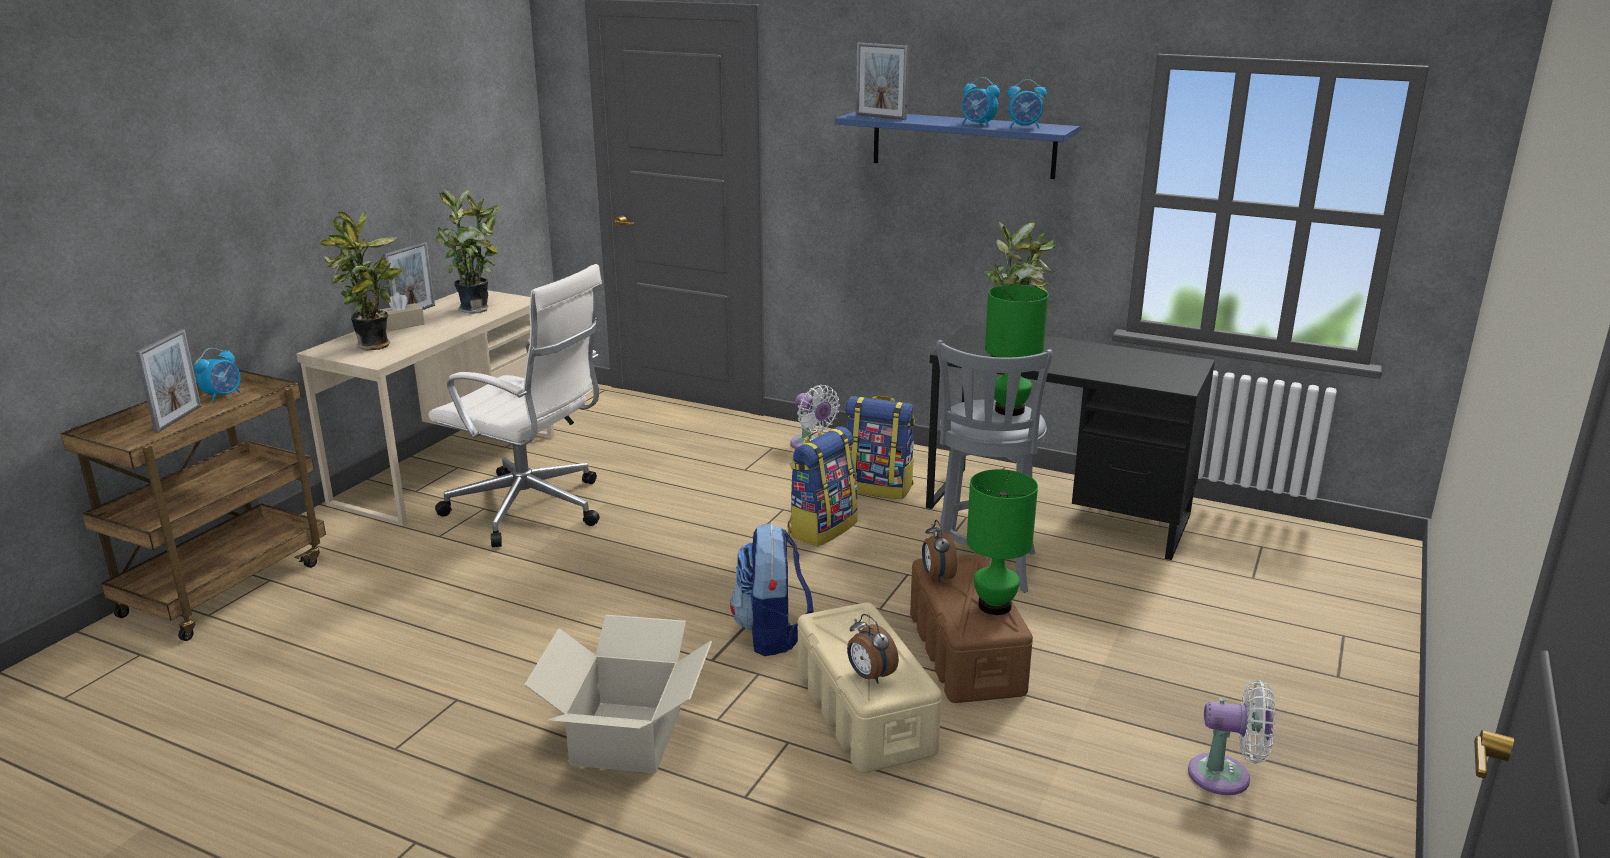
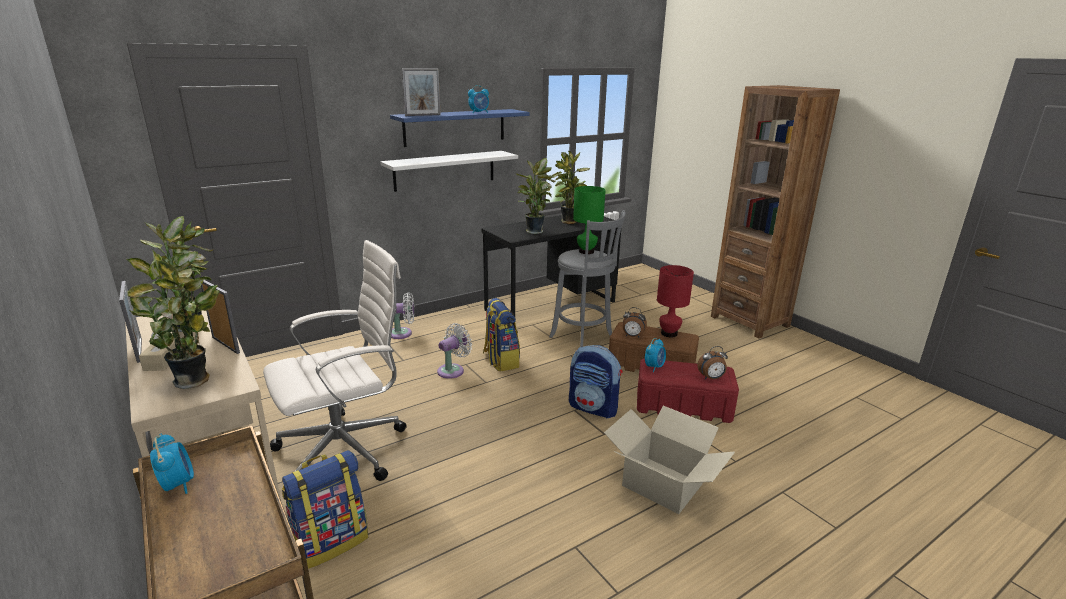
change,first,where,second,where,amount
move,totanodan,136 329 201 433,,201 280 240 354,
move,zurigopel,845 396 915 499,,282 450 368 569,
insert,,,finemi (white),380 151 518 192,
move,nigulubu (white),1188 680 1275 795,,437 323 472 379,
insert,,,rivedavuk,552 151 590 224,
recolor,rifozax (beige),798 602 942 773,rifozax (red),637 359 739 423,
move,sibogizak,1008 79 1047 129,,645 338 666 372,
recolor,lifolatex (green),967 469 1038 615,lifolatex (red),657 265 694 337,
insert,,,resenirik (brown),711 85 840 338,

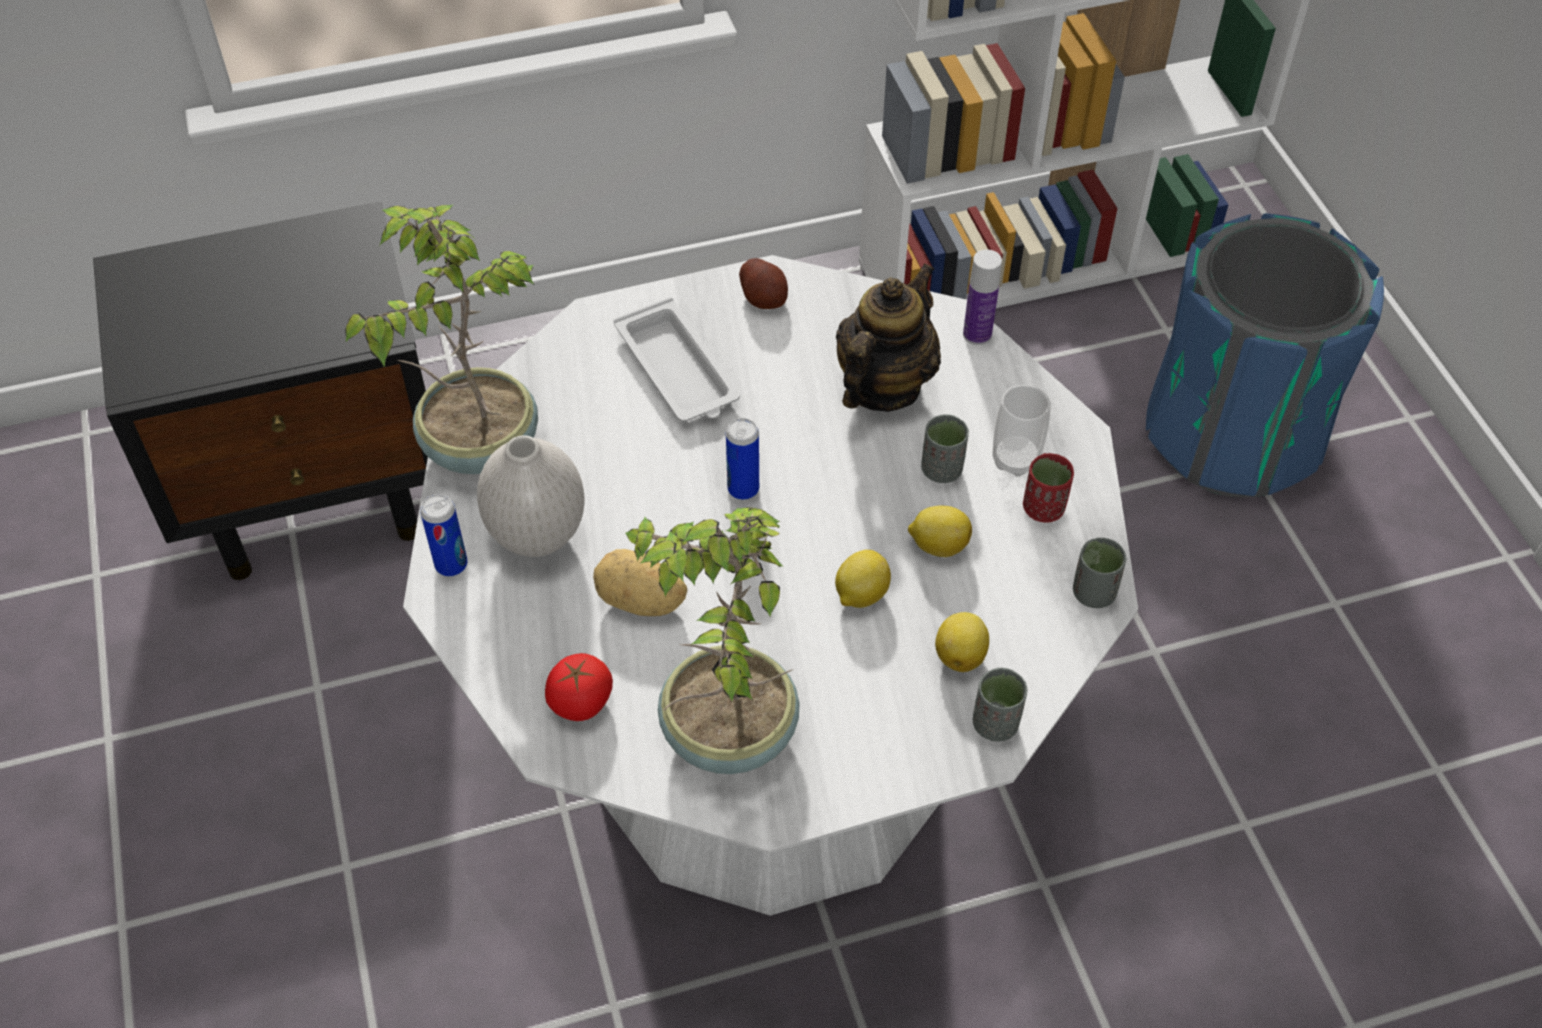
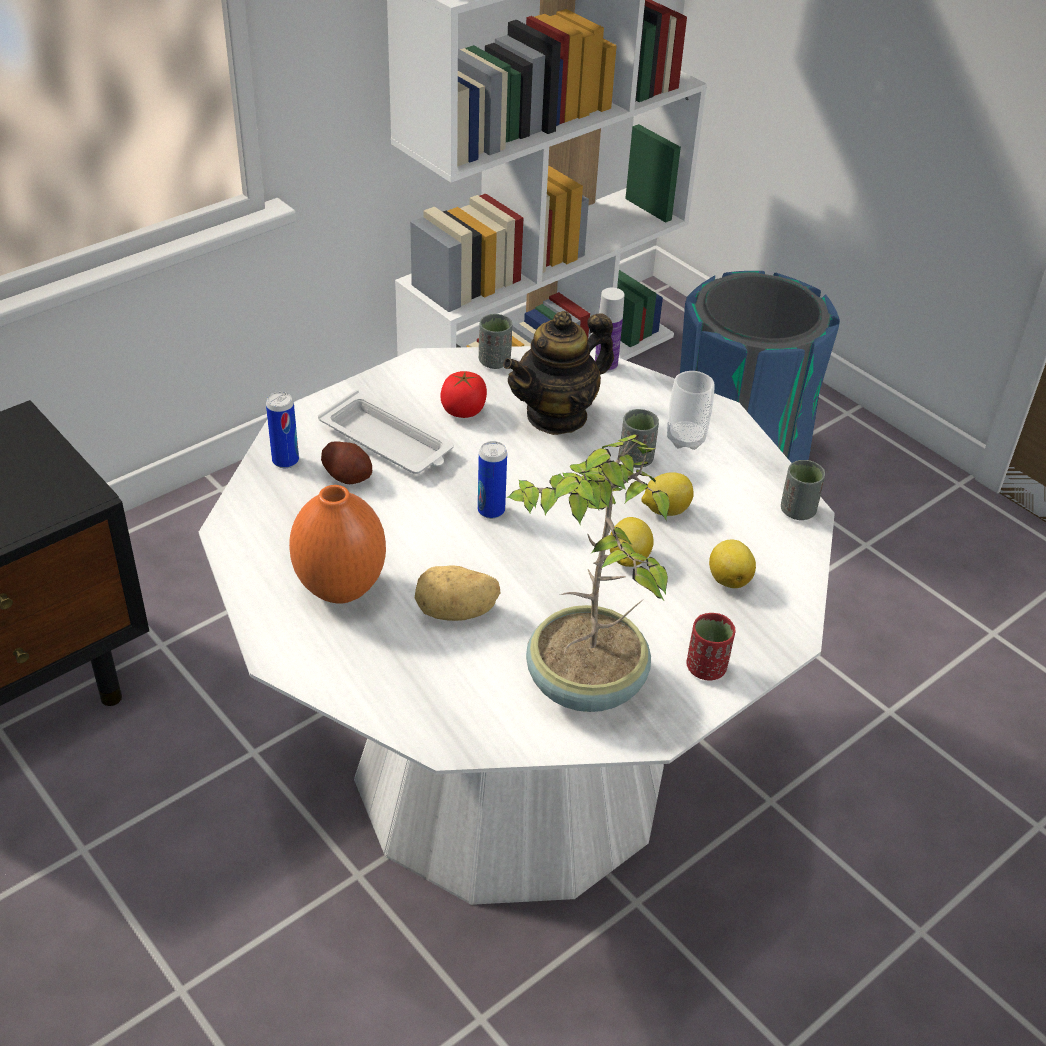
change,first,where,second,where,amount
move,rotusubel,420 494 468 576,,266 392 299 468,
recolor,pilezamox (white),477 435 585 557,pilezamox (orange),289 485 386 604,
move,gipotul,739 258 788 309,,321 442 372 484,
move,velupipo,545 653 613 721,,440 371 487 418,
move,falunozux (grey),973 668 1027 742,,479 314 512 369,
rotate,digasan,836 263 941 412,,503 311 614 435,135 degrees counterclockwise
move,falunozux (red),1023 453 1074 523,,687 613 735 680,
delete,rivedavuk,345 205 538 474,,,

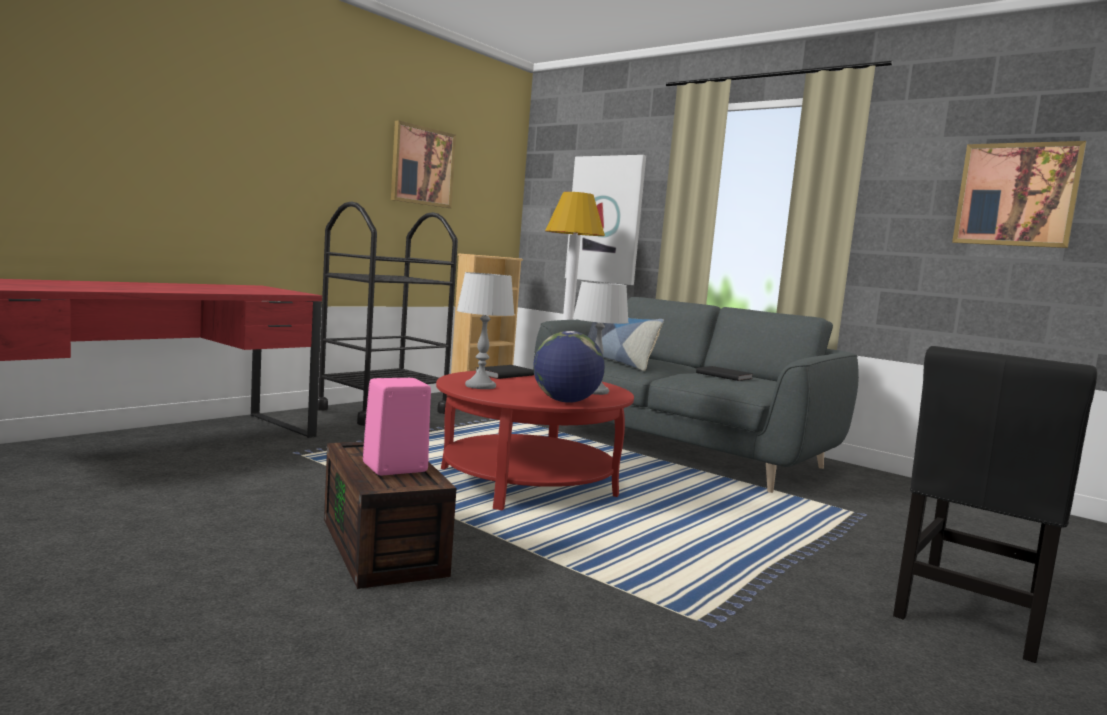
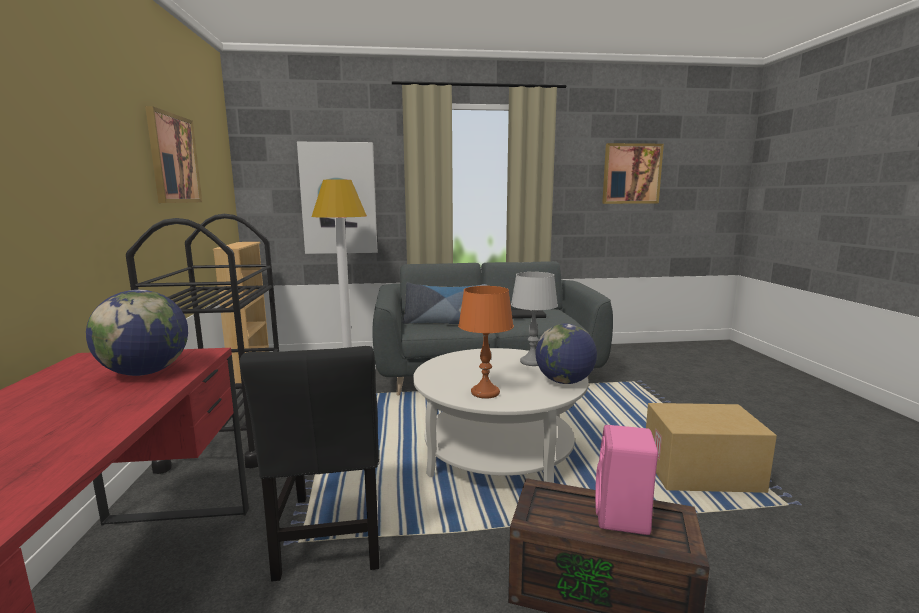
change,first,where,second,where,amount
insert,,,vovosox,86 290 188 376,
move,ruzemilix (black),893 346 1097 663,,240 346 379 582,
recolor,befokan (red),436 371 634 510,befokan (white),413 348 589 483,
recolor,lifolatex (grey),457 272 515 389,lifolatex (orange),458 286 514 399,
insert,,,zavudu,646 403 777 493,
delete,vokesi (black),475 365 534 379,,,

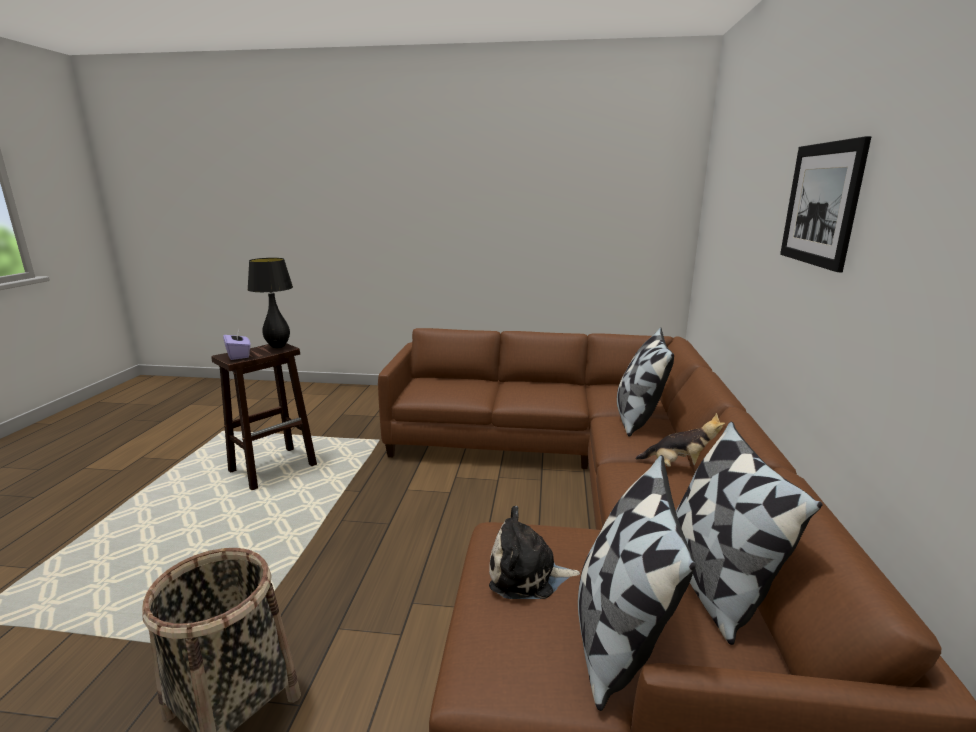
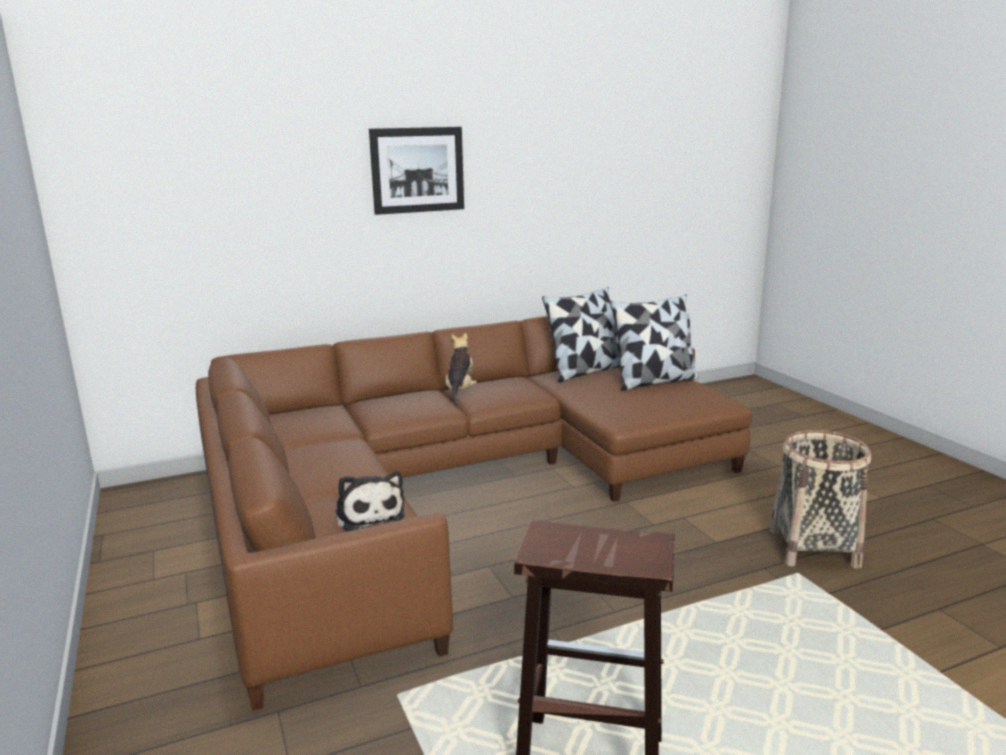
change,first,where,second,where,amount
move,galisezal,489 506 581 599,,335 471 405 532,
delete,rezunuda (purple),223 329 251 360,,,
delete,lifolatex (black),247 258 293 348,,,
delete,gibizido,617 327 674 437,,,

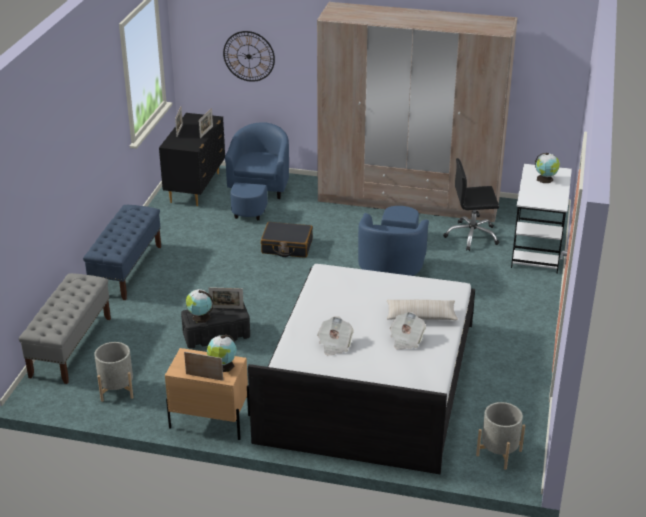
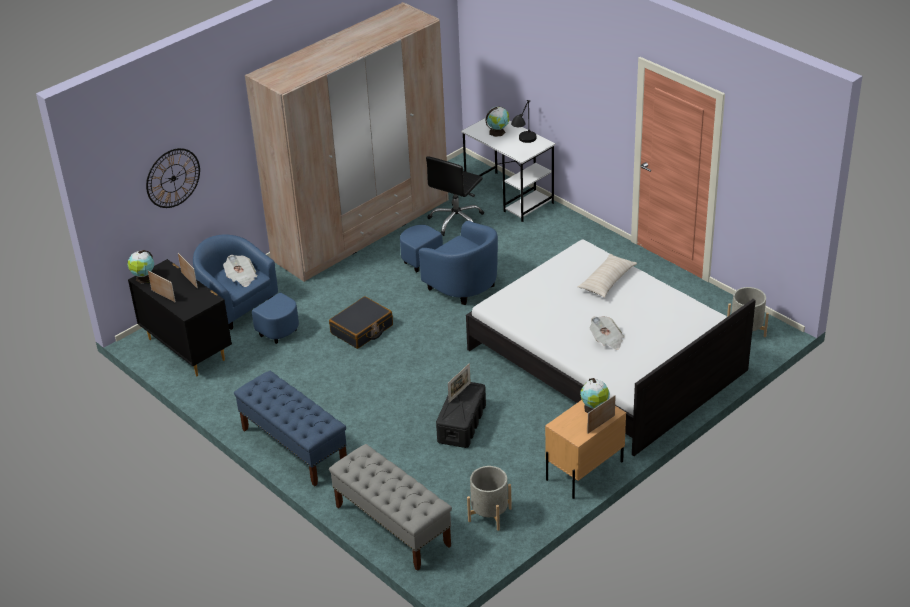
change,first,where,second,where,amount
move,vovosox,186 289 214 323,,127 250 154 284,
move,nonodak,390 312 426 350,,223 255 258 287,
insert,,,lifolatex (black),511 100 536 143,

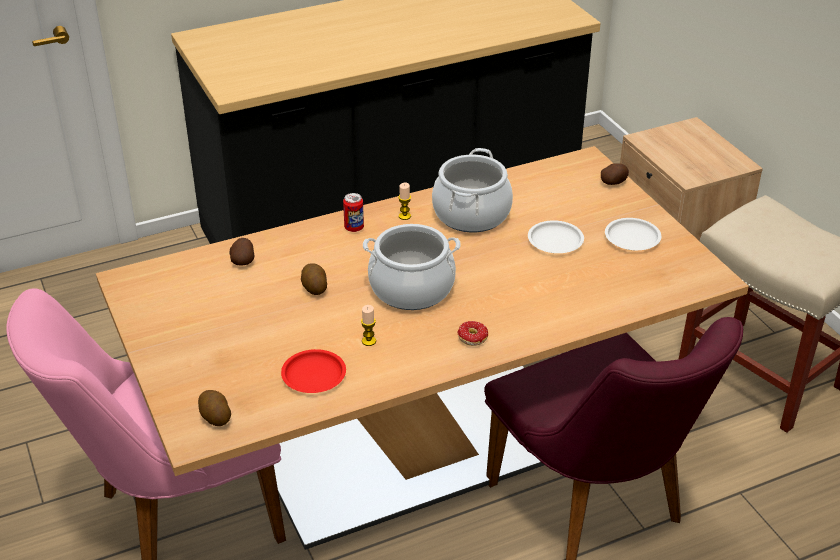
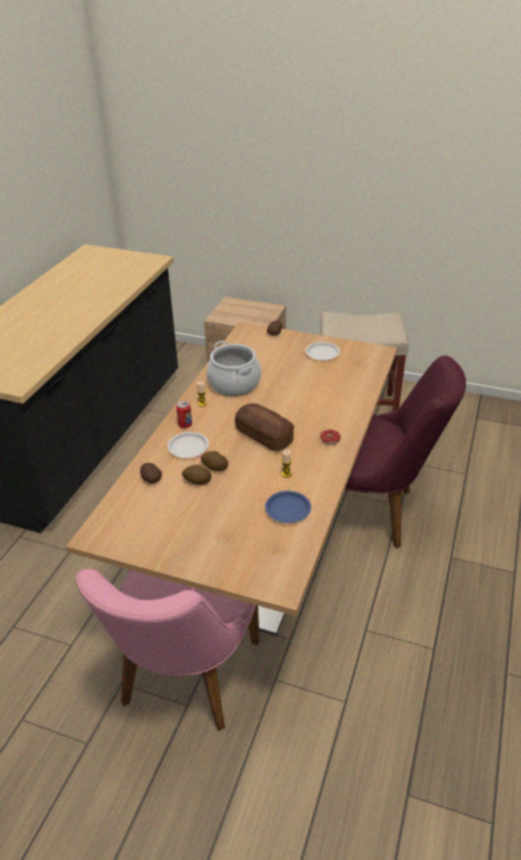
change,first,where,second,where,amount
move,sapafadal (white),528 220 584 253,,167 432 209 458,
move,gipotul,198 390 231 426,,182 465 212 485,
replace,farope,363 224 461 310,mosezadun,235 403 294 452,
recolor,sapafadal (red),281 349 346 393,sapafadal (blue),265 491 311 523,

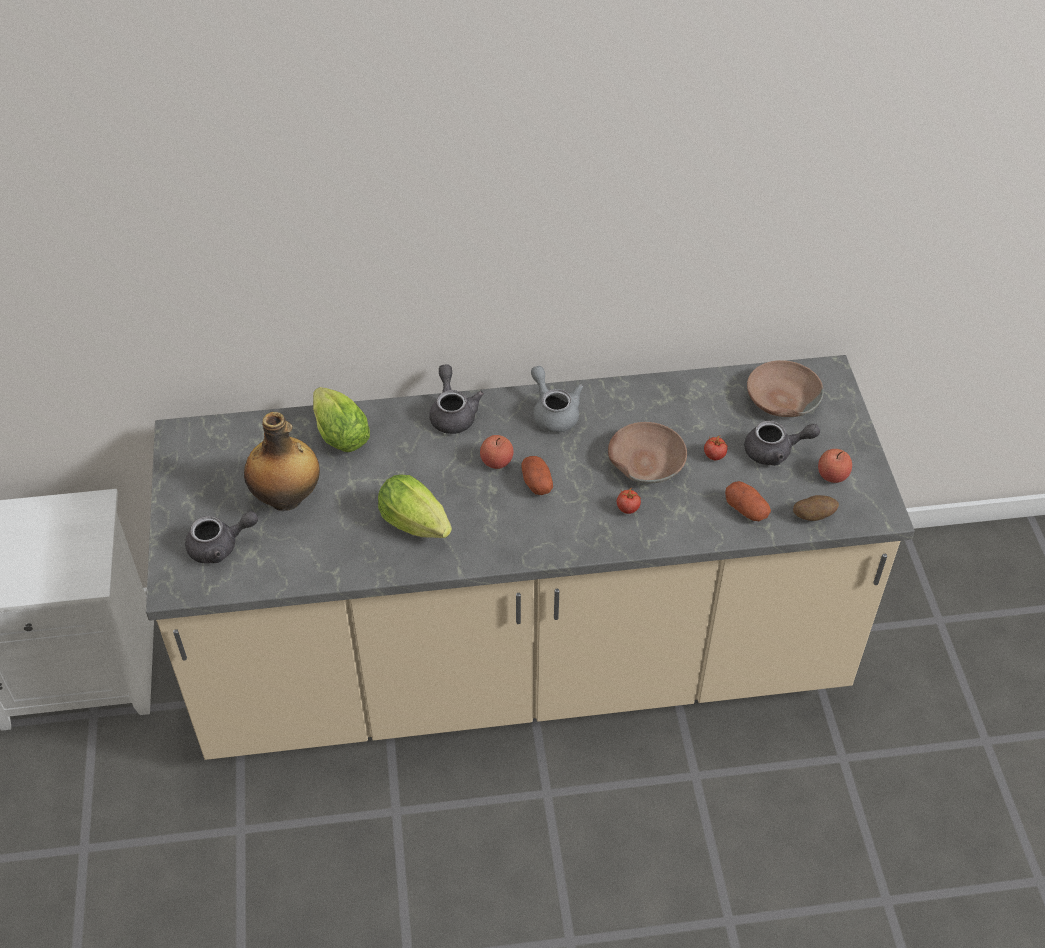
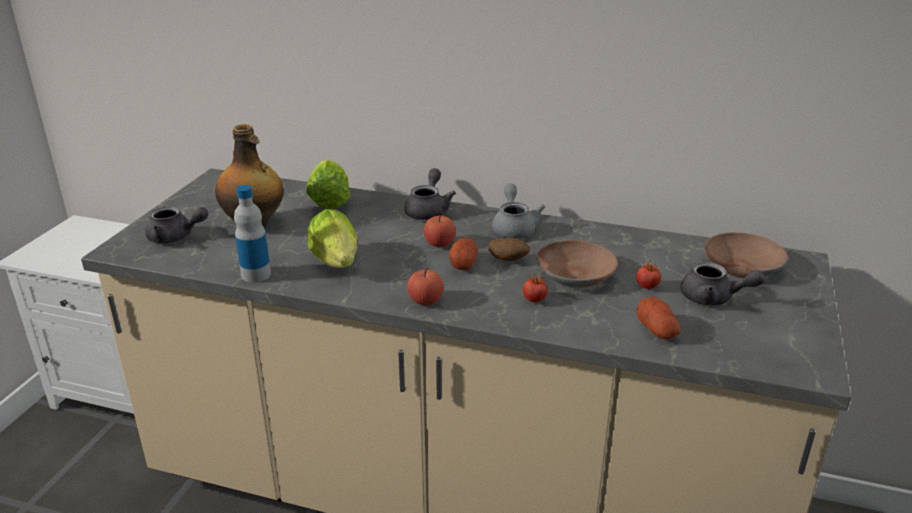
change,first,where,second,where,amount
insert,,,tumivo,234 185 271 283,
move,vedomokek,818 449 852 483,,407 268 444 305,
move,gipotul,793 495 839 521,,488 238 530 261,

